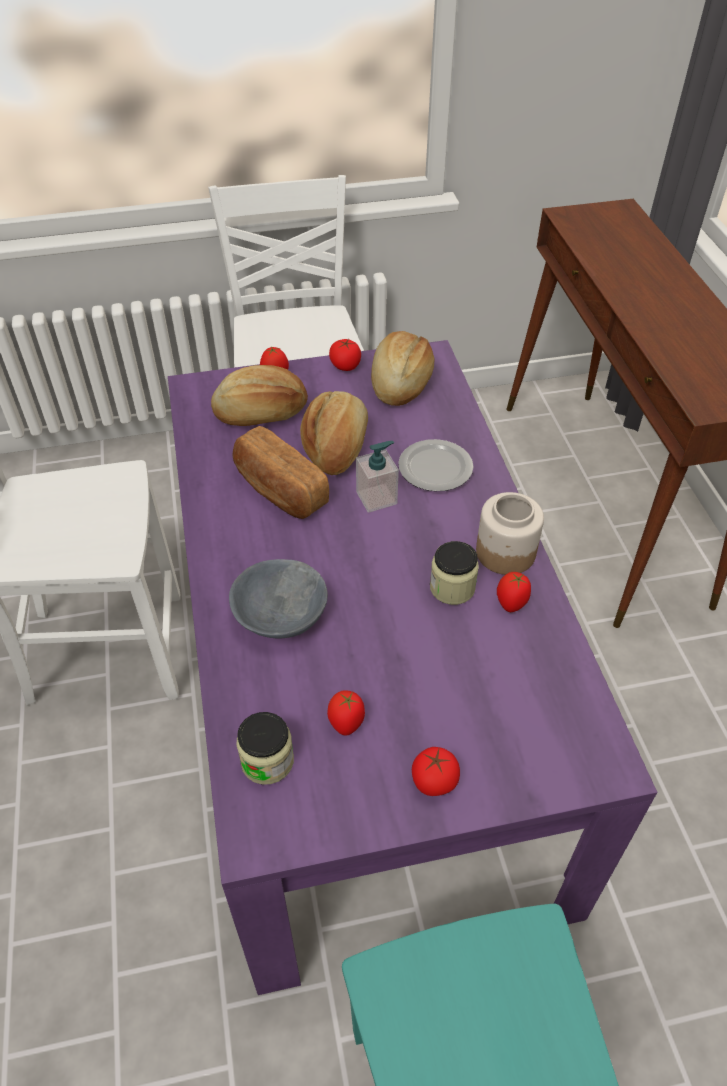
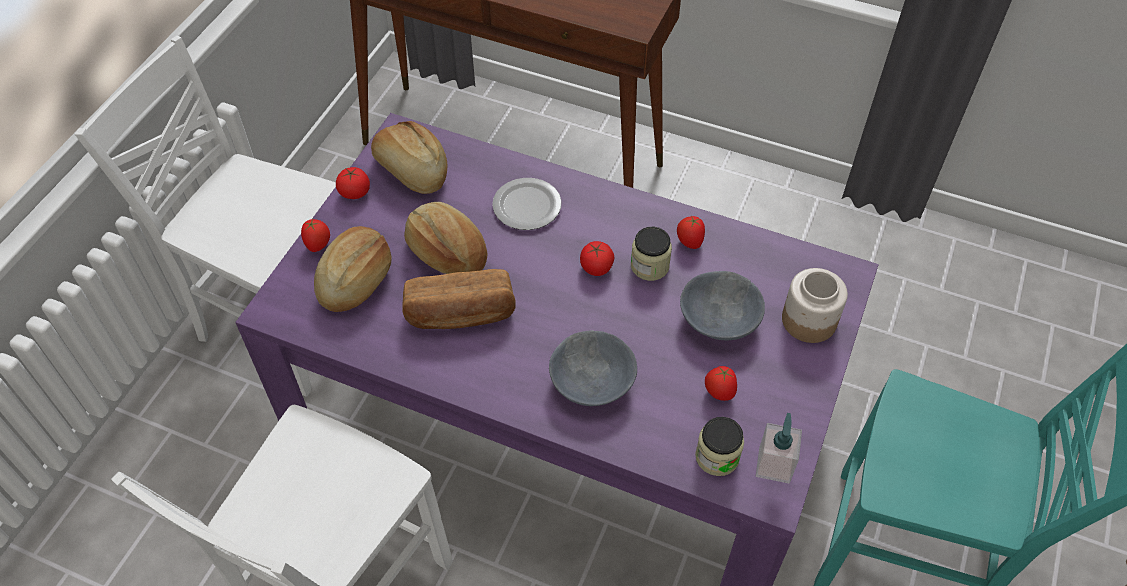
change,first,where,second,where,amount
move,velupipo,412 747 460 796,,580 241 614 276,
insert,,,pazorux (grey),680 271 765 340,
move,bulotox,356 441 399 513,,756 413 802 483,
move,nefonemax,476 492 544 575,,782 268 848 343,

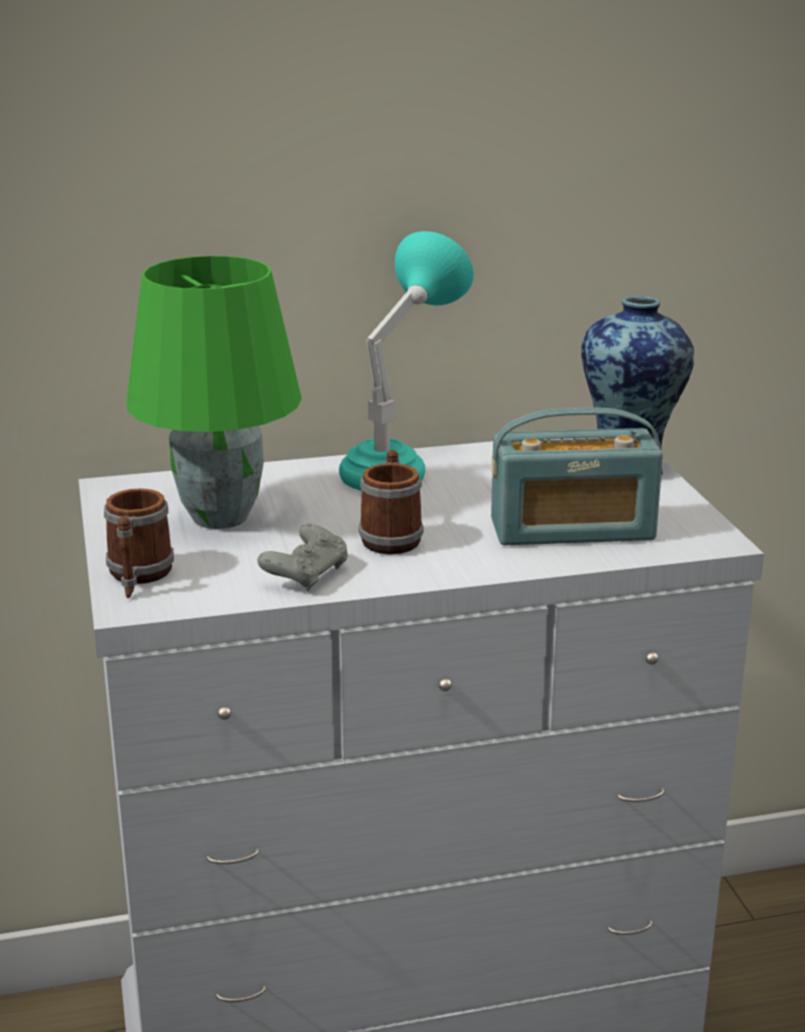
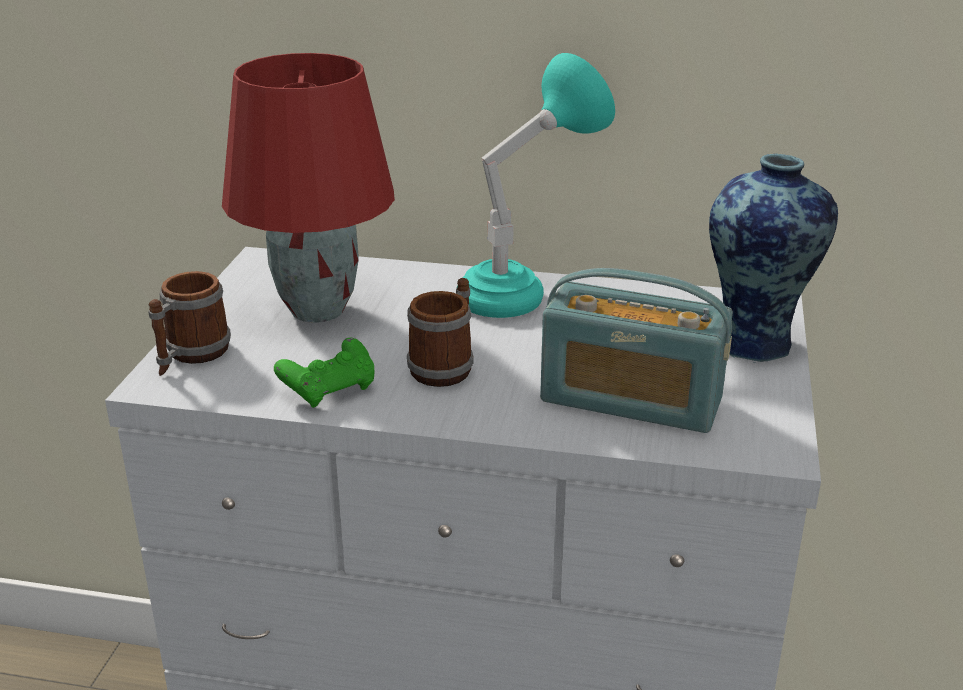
change,first,where,second,where,amount
recolor,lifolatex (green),126 256 302 529,lifolatex (red),222 53 395 323,
recolor,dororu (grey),257 524 348 592,dororu (green),274 338 374 408,

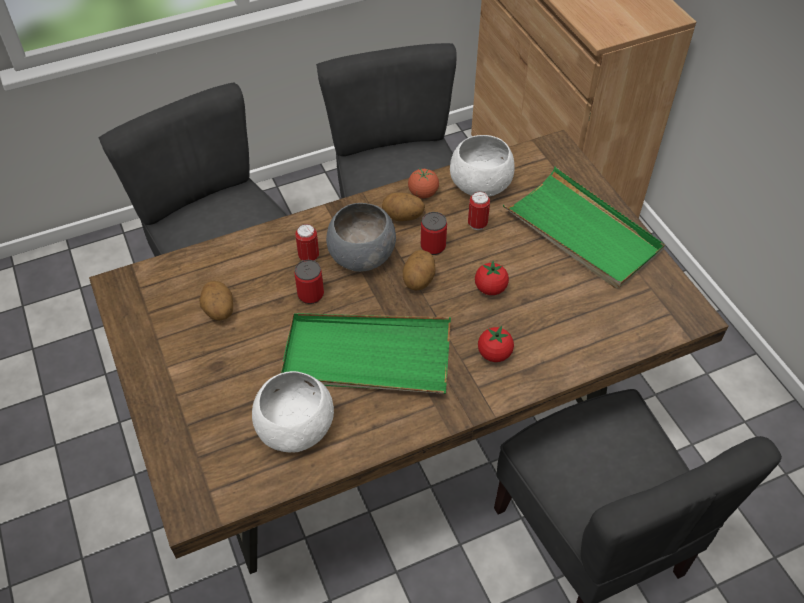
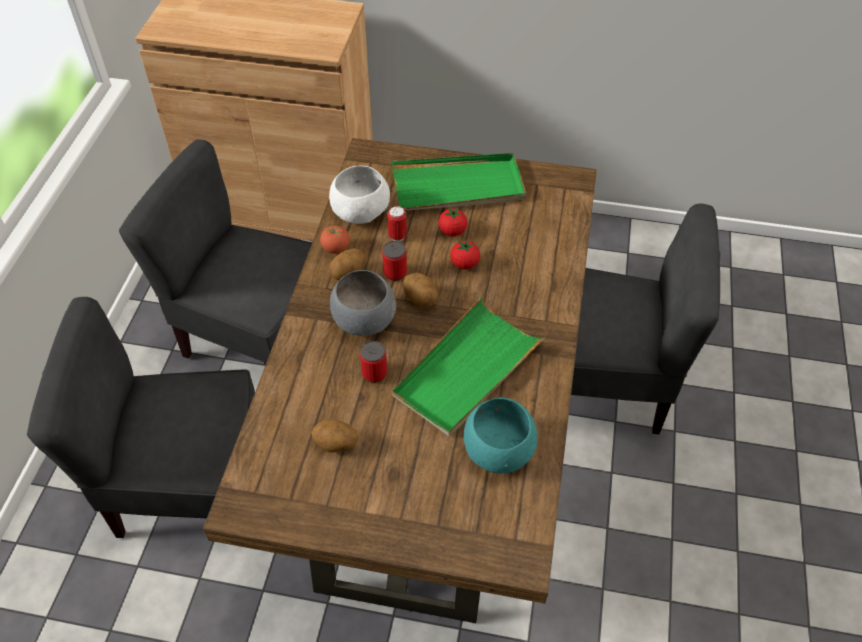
change,first,where,second,where,amount
move,velupipo,478 326 514 362,,439 207 468 236,
recolor,pazorux (white),252 371 334 453,pazorux (turquoise),463 397 537 473,
delete,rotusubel,295 224 319 261,,,

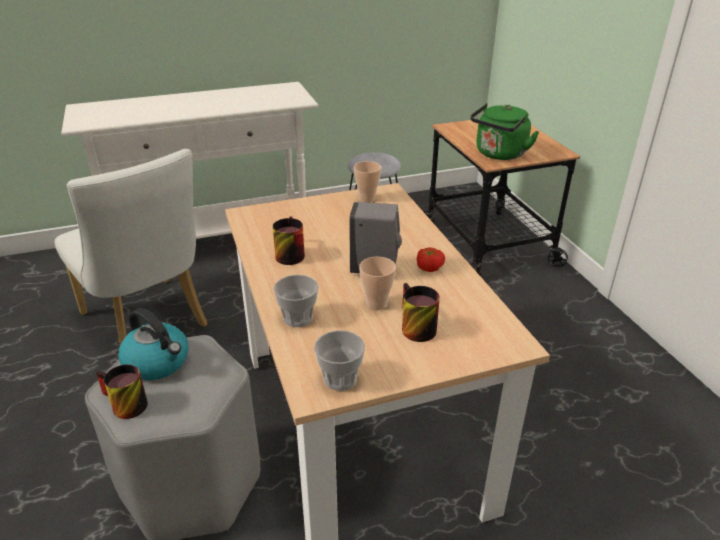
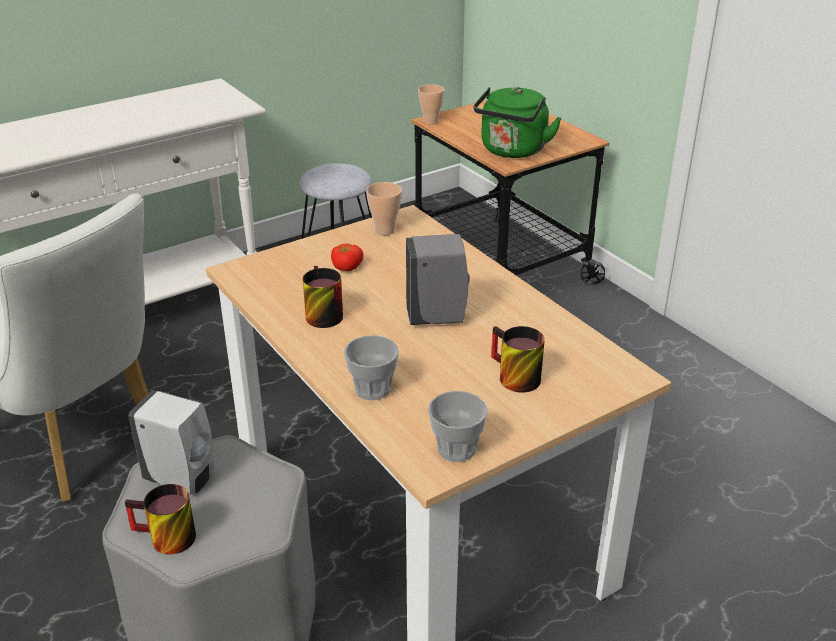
change,first,where,second,where,amount
replace,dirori,118 308 189 380,bulotox (white),129 390 214 495,
move,velupipo,417 247 445 272,,331 244 363 271,
move,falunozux,359 257 396 310,,418 84 444 124,

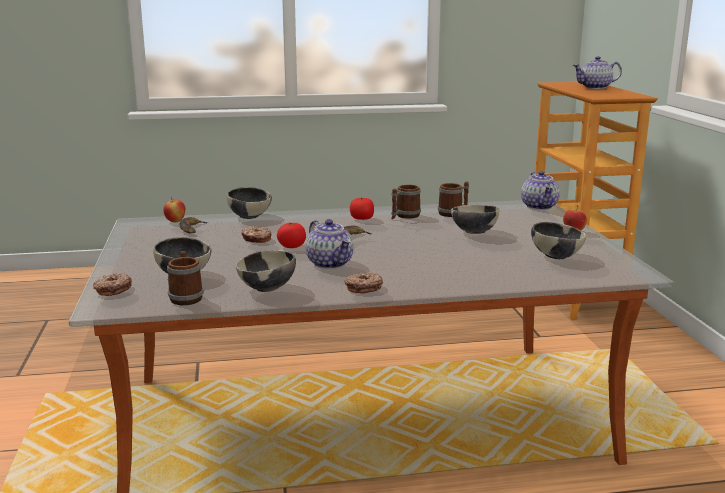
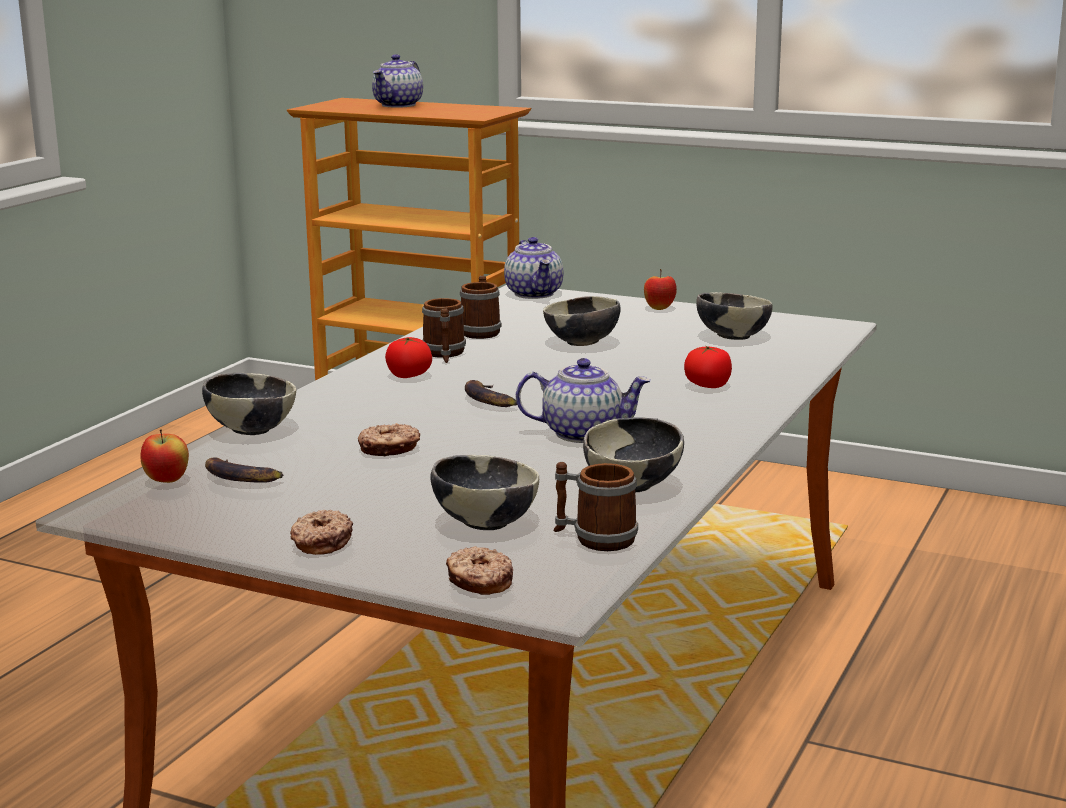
change,first,where,second,where,amount
move,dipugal,344 272 383 293,,290 510 353 555,
rotate,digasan,521 171 560 210,,504 237 563 299,45 degrees clockwise
move,velupipo,277 222 306 248,,684 345 732 388,

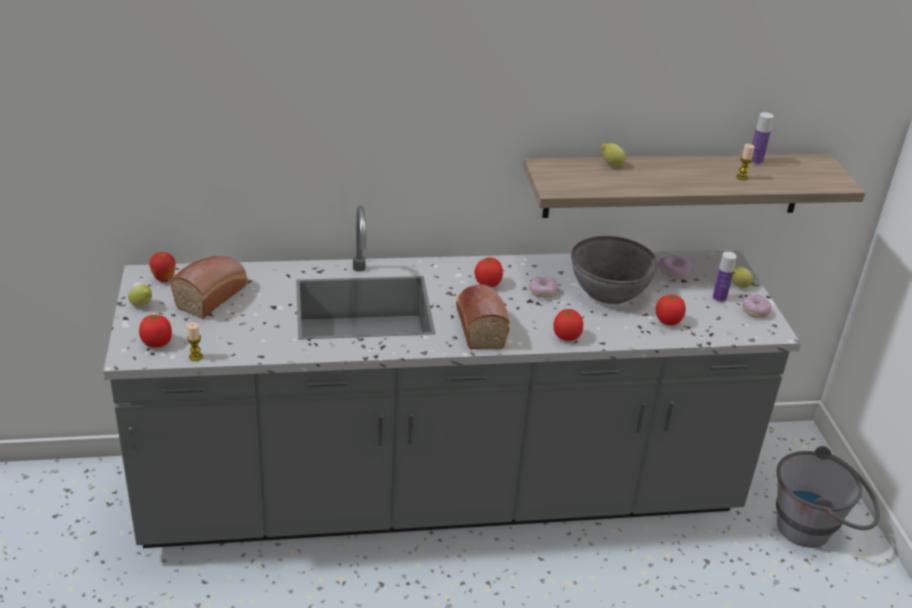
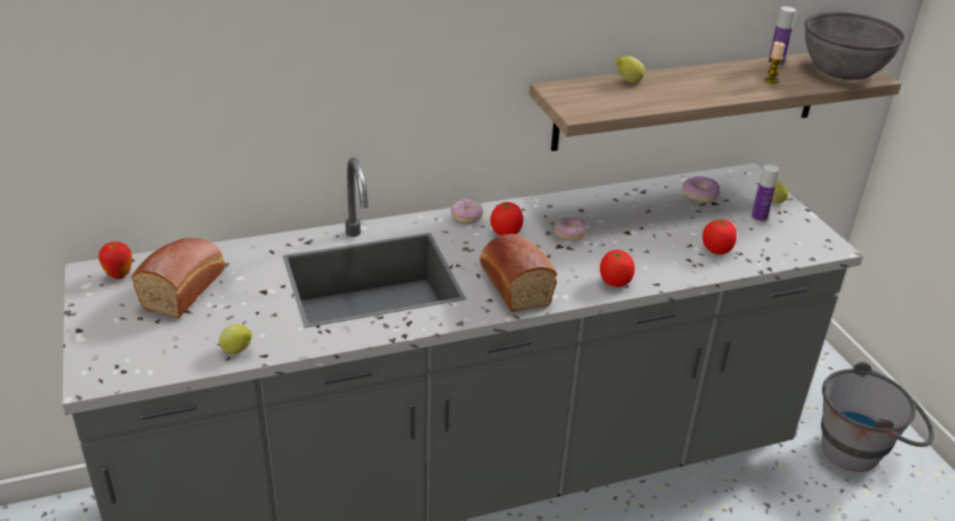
change,first,where,second,where,amount
move,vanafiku,128 284 152 307,,219 324 252 354,
move,dipugal,742 294 772 318,,451 199 483 224,
move,pazorux (grey),571 236 658 304,,805 12 905 80,
delete,velupipo,139 313 172 347,,,
delete,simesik,187 322 203 361,,,

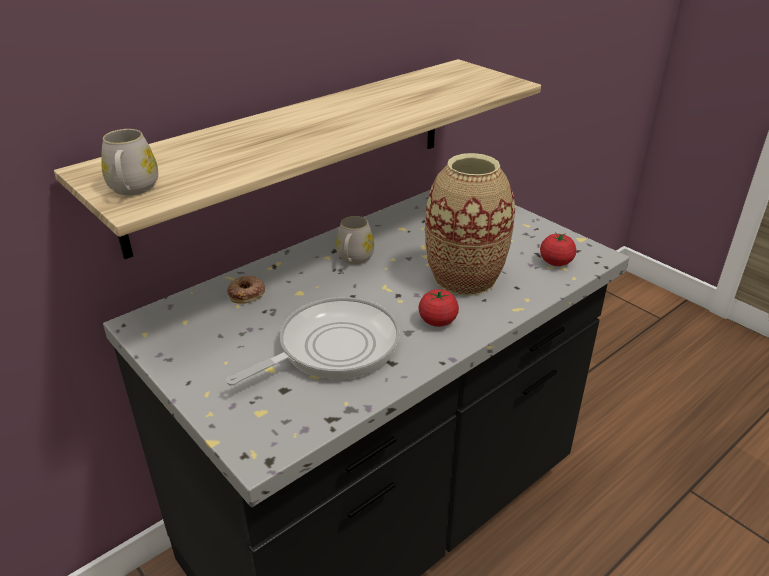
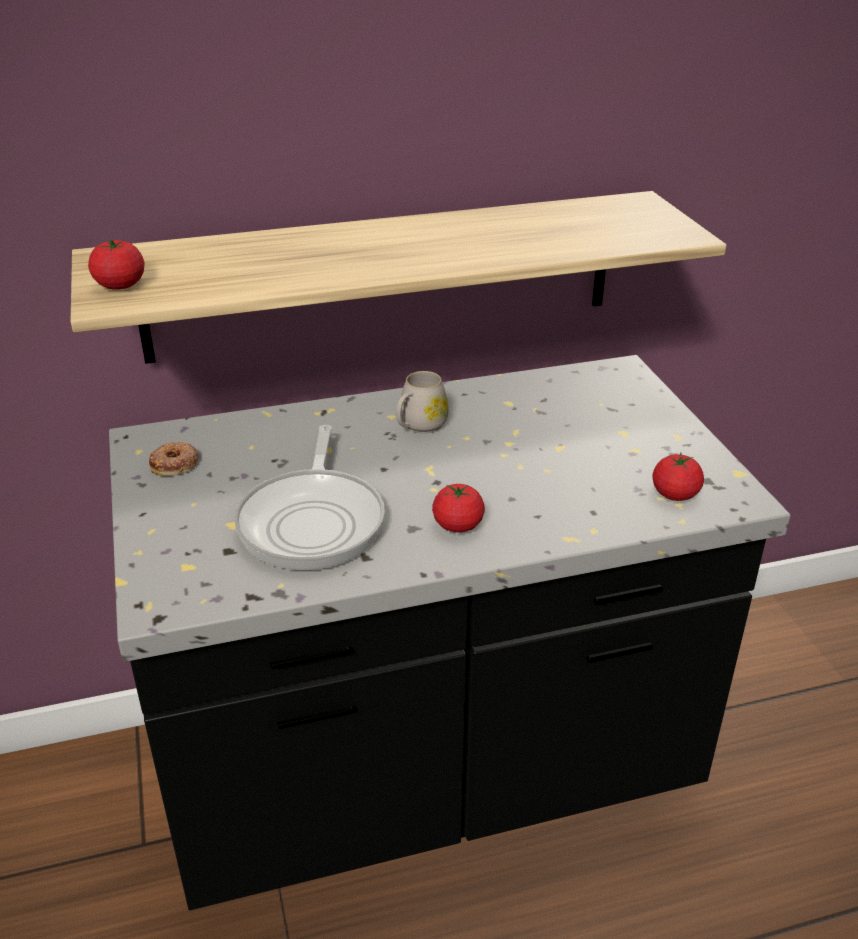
change,first,where,second,where,amount
replace,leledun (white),101 129 158 195,velupipo,88 239 145 290,
move,dipugal,228 275 265 304,,149 442 199 476,
rotate,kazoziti,226 297 400 386,,234 425 385 570,105 degrees clockwise
delete,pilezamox,425 153 515 296,,,

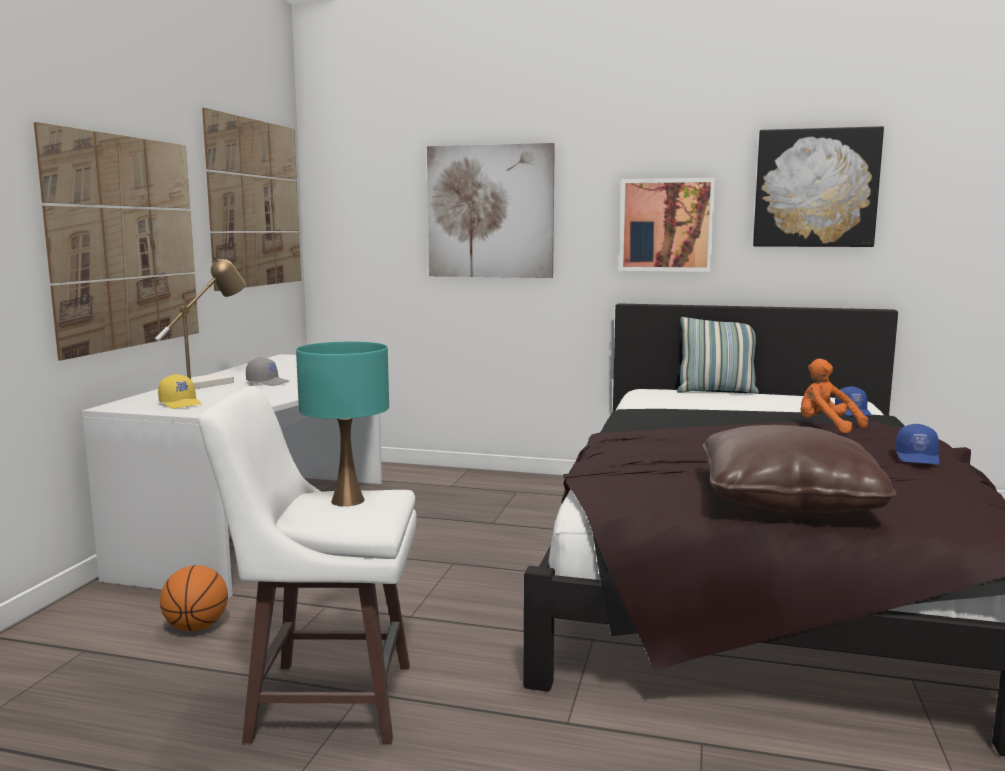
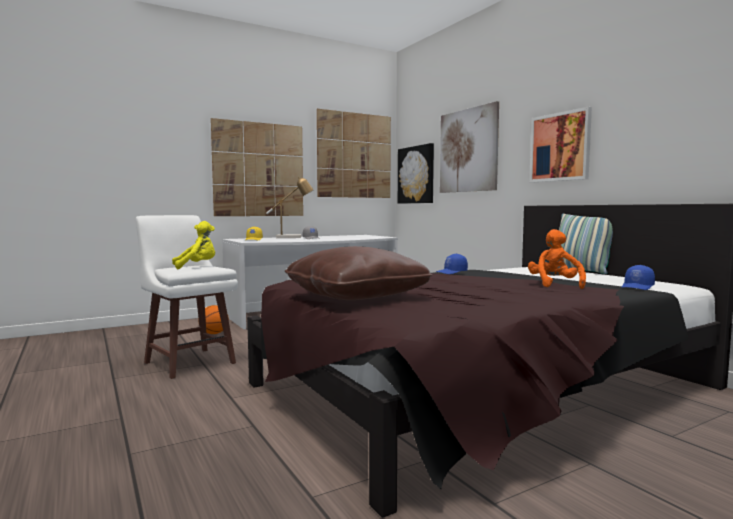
change,first,where,second,where,amount
replace,lifolatex (turquoise),296 342 389 506,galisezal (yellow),172 221 215 269,
move,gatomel,753 126 884 247,,398 143 434 204,
move,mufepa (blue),895 424 940 465,,436 253 468 274,

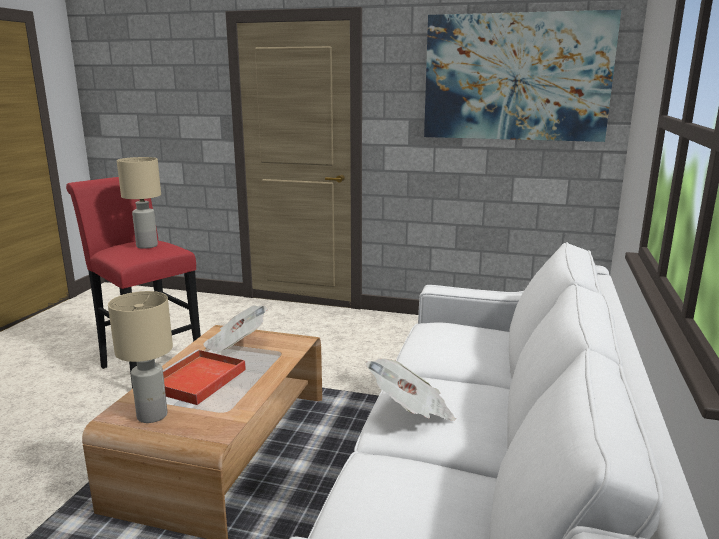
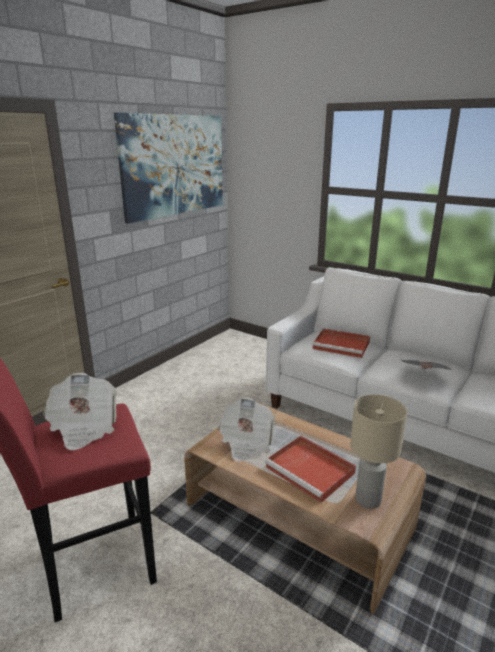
change,first,where,second,where,amount
replace,lifolatex (beige),117 157 161 249,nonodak,43 373 117 451,
insert,,,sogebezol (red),313 328 370 358,

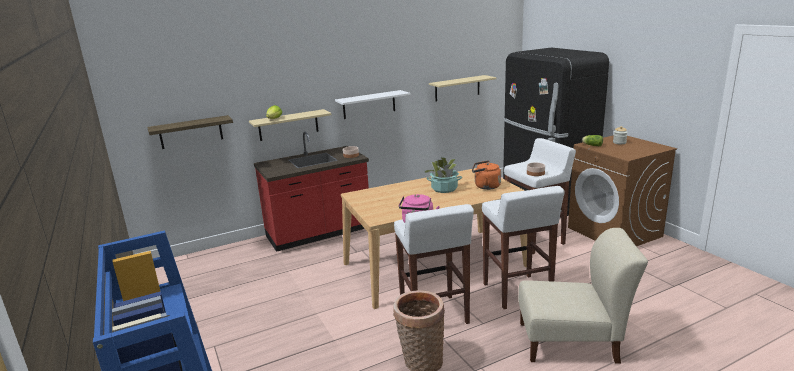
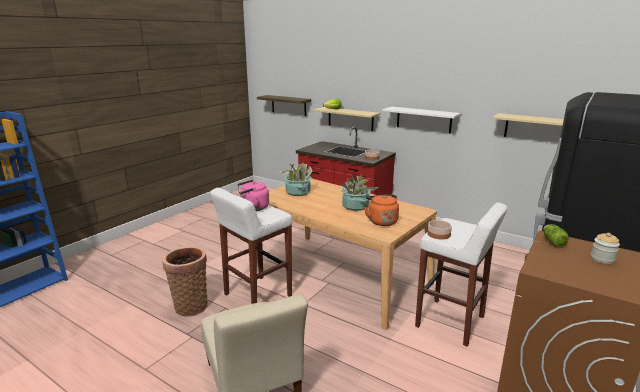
change,first,where,second,where,amount
insert,,,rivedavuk,279 162 313 196,
delete,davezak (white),482 186 565 309,,,

